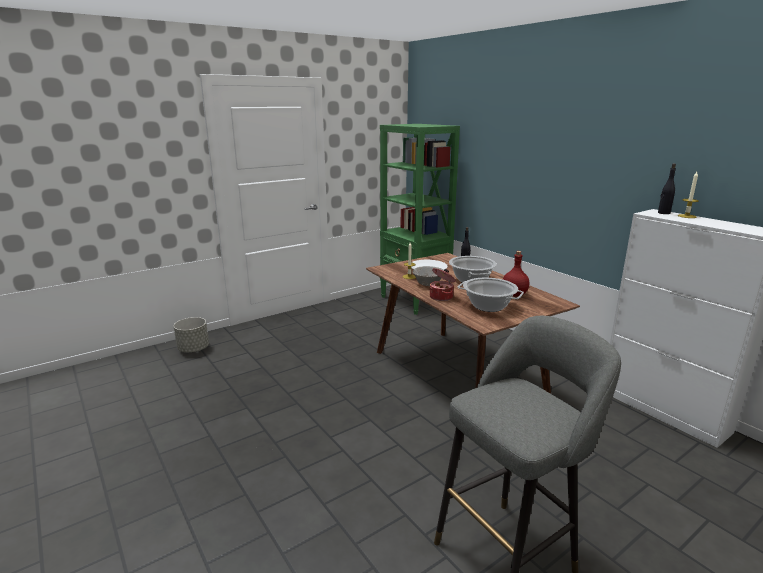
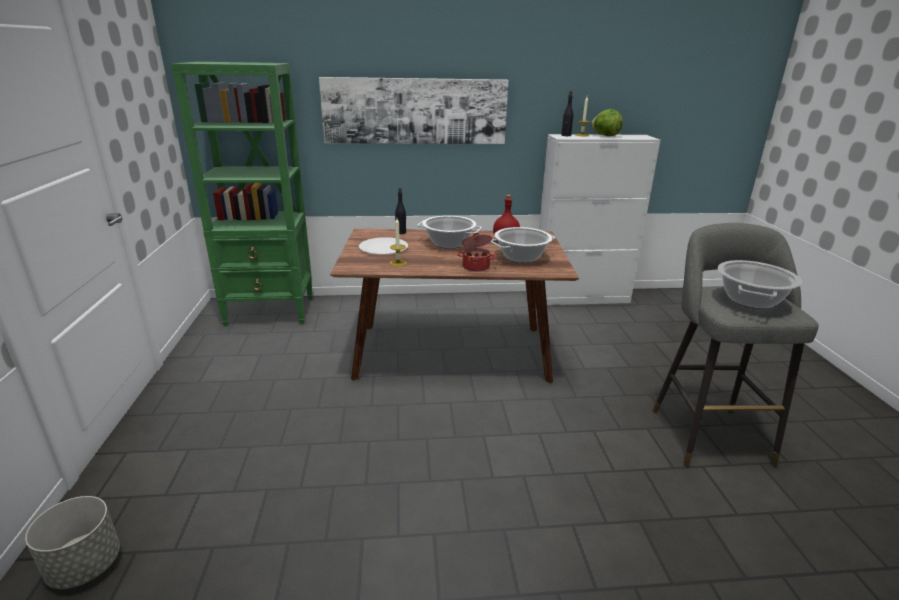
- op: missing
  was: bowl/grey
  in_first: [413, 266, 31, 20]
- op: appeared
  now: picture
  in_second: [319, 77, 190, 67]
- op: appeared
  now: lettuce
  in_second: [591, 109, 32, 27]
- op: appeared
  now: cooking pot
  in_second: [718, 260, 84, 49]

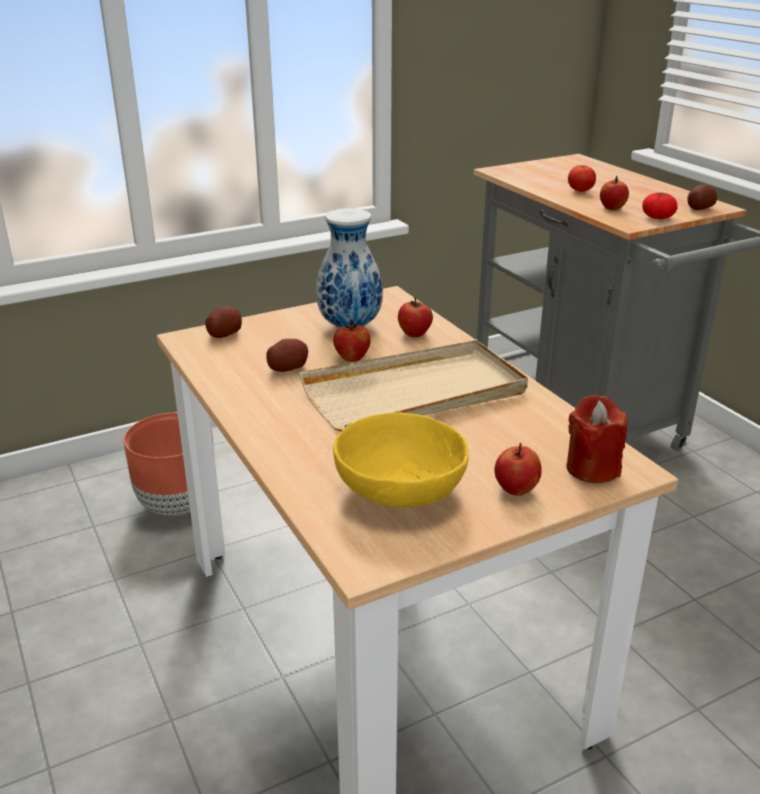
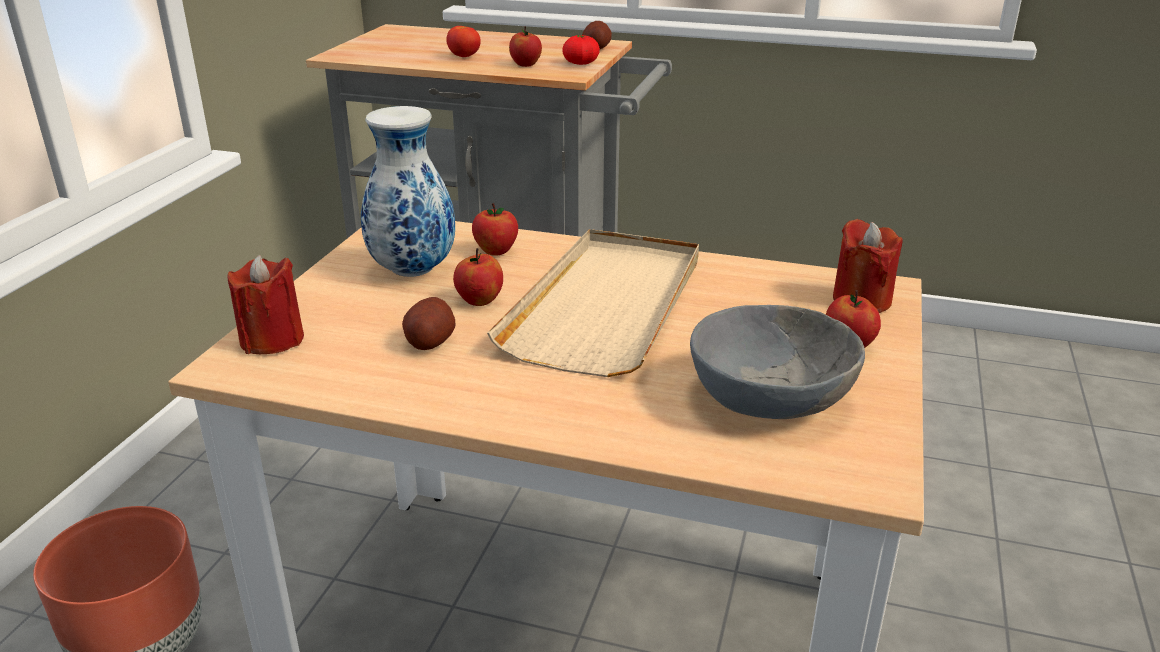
- op: exchanged
  was: potato
  now: candle/red
  in_first: [205, 306, 37, 32]
  in_second: [227, 255, 77, 99]
- op: colour
  was: bowl/yellow
  now: bowl/grey
  in_first: [333, 412, 136, 96]
  in_second: [690, 305, 175, 114]

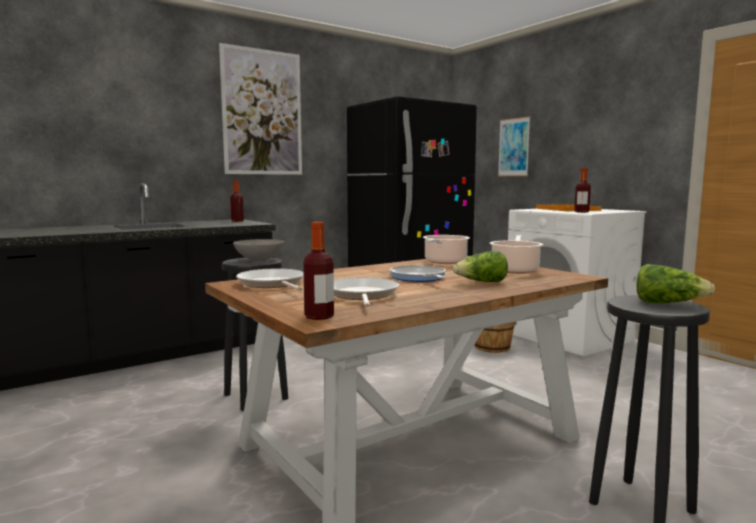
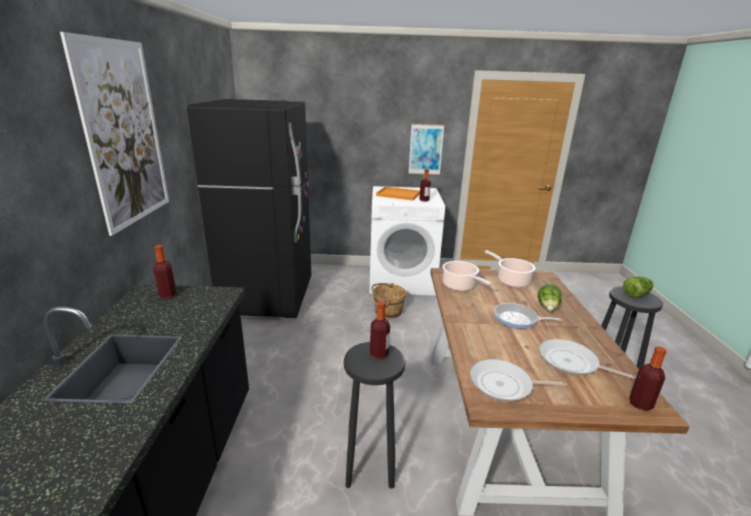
- op: relocated
  was: picture
  in_first: [498, 116, 32, 60]
  in_second: [408, 124, 36, 51]
- op: exchanged
  was: bowl/grey
  now: bottle
  in_first: [233, 239, 51, 23]
  in_second: [370, 301, 20, 58]

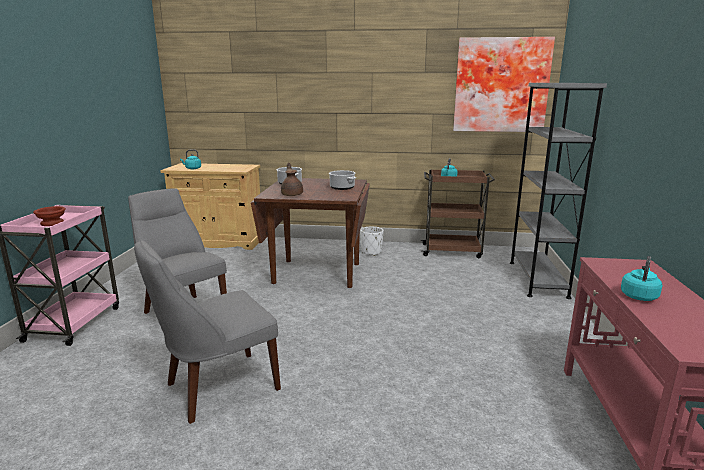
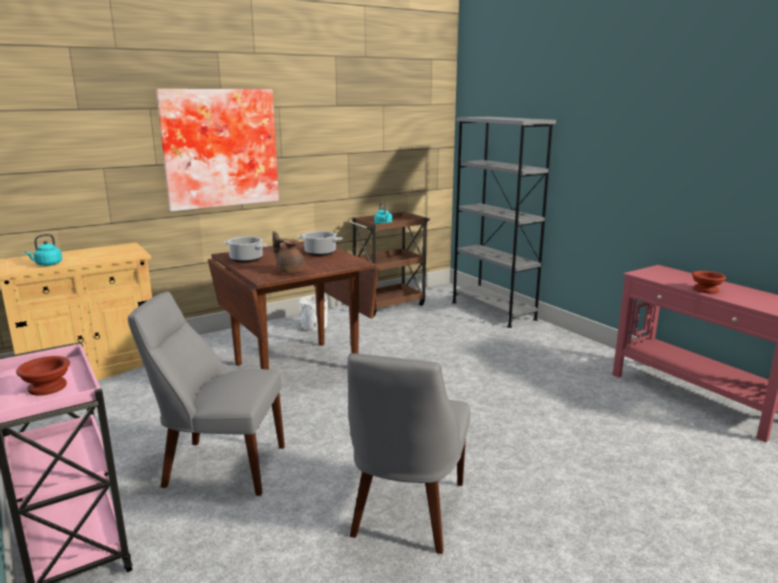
- op: relocated
  was: picture
  in_first: [453, 37, 102, 95]
  in_second: [156, 89, 123, 122]
- op: exchanged
  was: kettle/turquoise
  now: bowl/brown
  in_first: [621, 256, 41, 45]
  in_second: [692, 271, 34, 23]

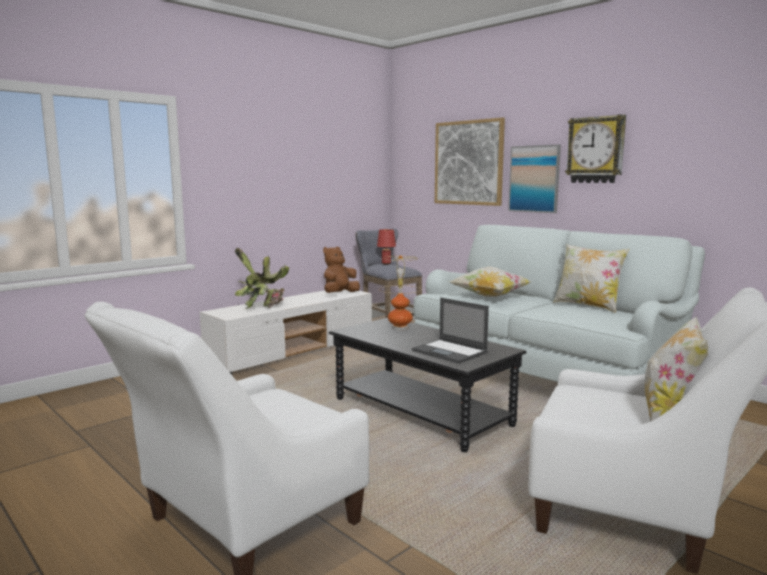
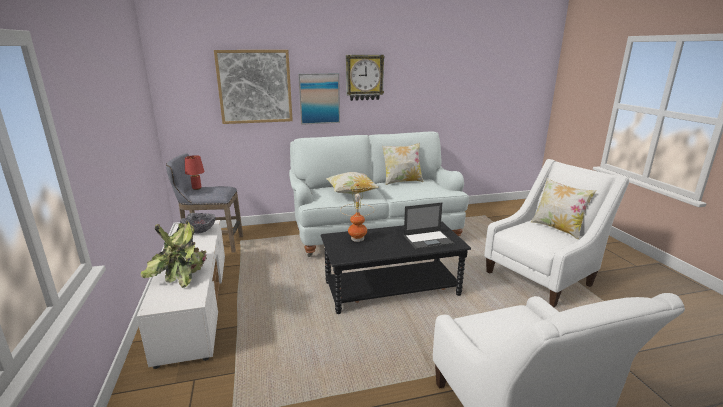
- op: exchanged
  was: plush toy/brown
  now: bowl
  in_first: [323, 247, 37, 46]
  in_second: [180, 213, 36, 20]

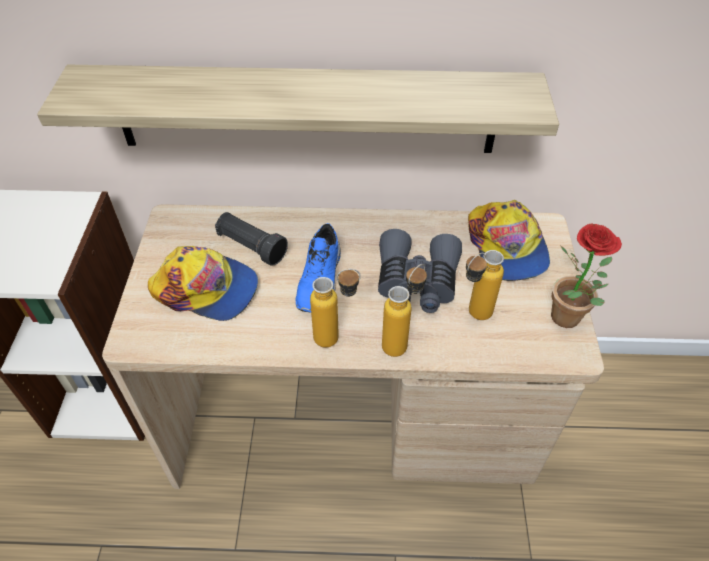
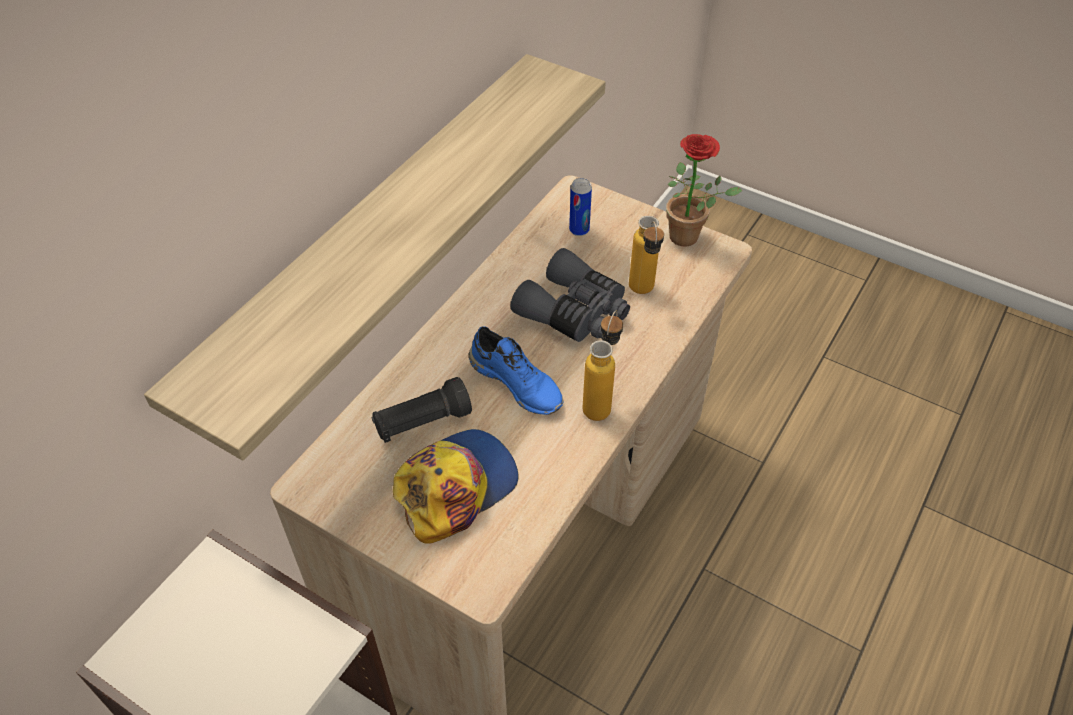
- op: exchanged
  was: cap
  now: can
  in_first: [468, 200, 82, 81]
  in_second: [569, 178, 23, 58]
- op: missing
  was: bottle
  in_first: [382, 264, 45, 93]

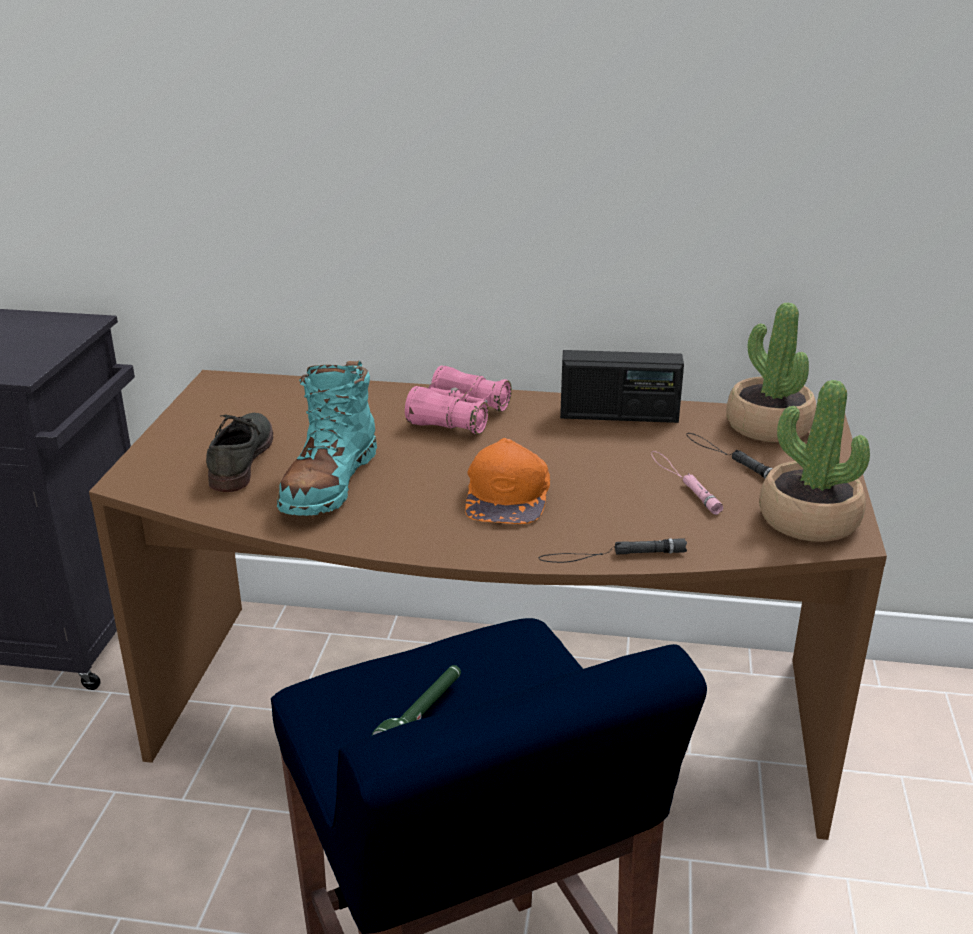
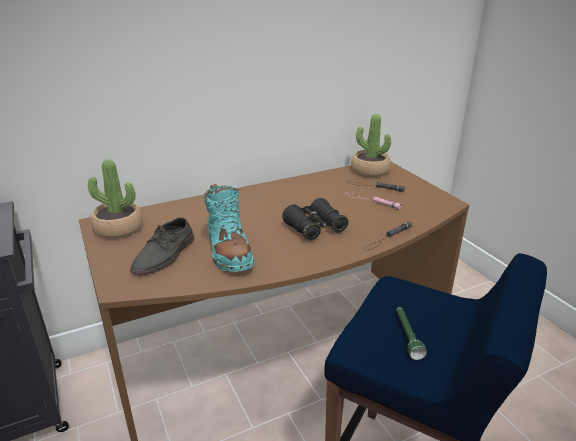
- op: missing
  was: radio
  in_first: [560, 350, 124, 73]
- op: missing
  was: binoculars/pink
  in_first: [405, 366, 107, 69]
- op: relocated
  was: potted plant
  in_first: [759, 380, 111, 162]
  in_second: [88, 159, 55, 80]
- op: spun
  was: shoe/grey
  in_first: [206, 413, 67, 79]
  in_second: [130, 217, 64, 58]
  clockwise: -120
- op: exchanged
  was: cap/orange
  now: binoculars/black
  in_first: [465, 438, 85, 86]
  in_second: [282, 198, 67, 43]

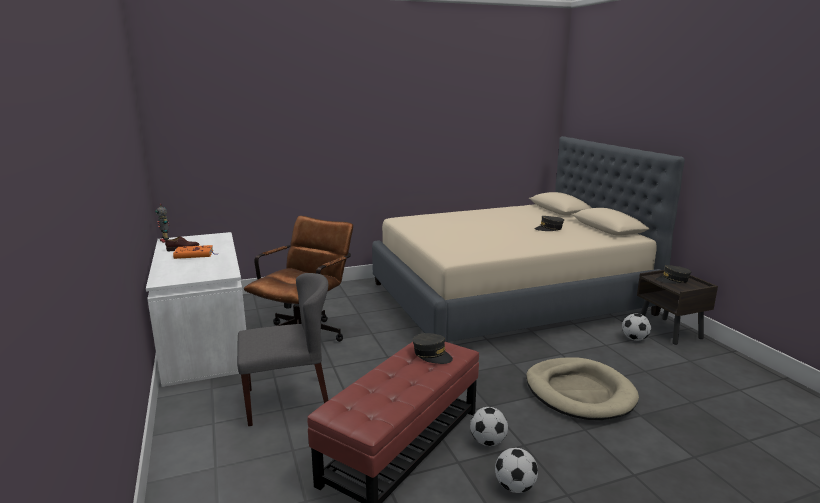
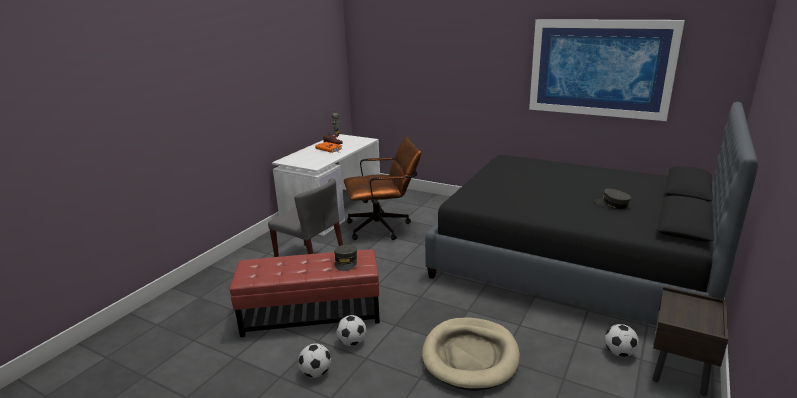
- op: colour
  was: bed/beige
  now: bed/black
  in_first: [372, 136, 313, 206]
  in_second: [425, 102, 333, 223]
- op: missing
  was: cap/grey
  in_first: [656, 265, 35, 19]
- op: appeared
  now: picture
  in_second: [529, 19, 156, 102]

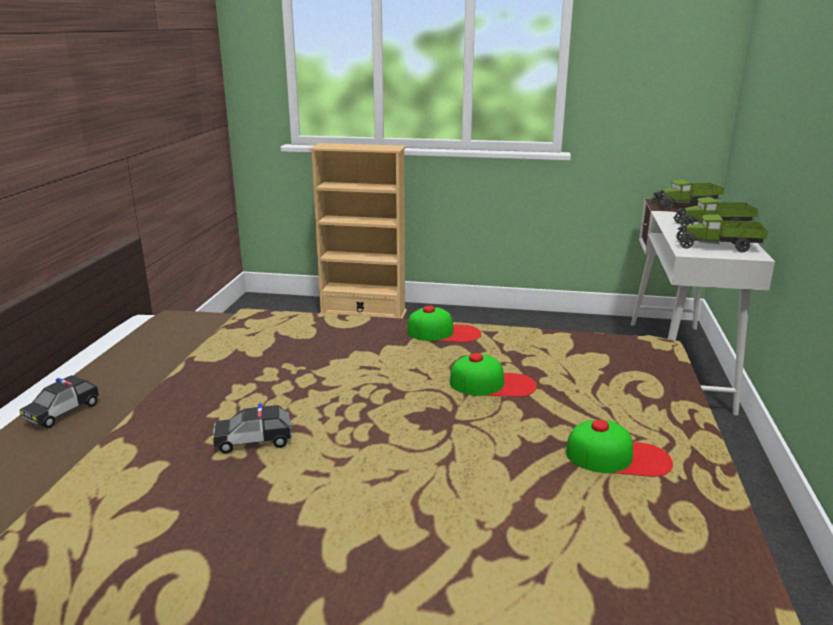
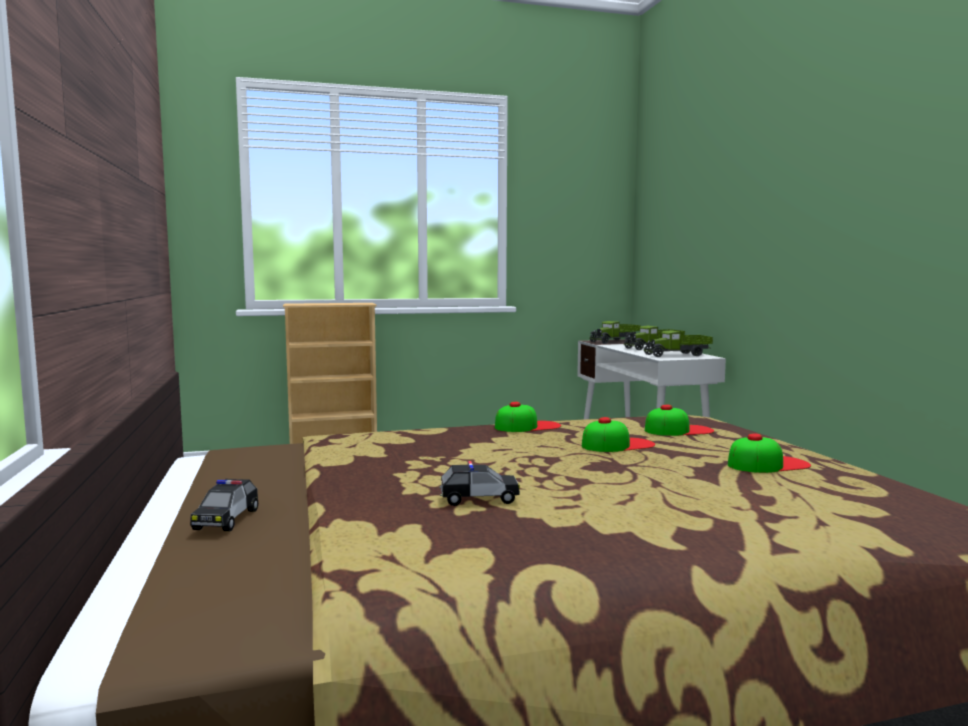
- op: spun
  was: toy car
  in_first: [212, 403, 81, 51]
  in_second: [439, 461, 81, 45]
  clockwise: -150
- op: appeared
  now: cap
  in_second: [645, 404, 69, 32]

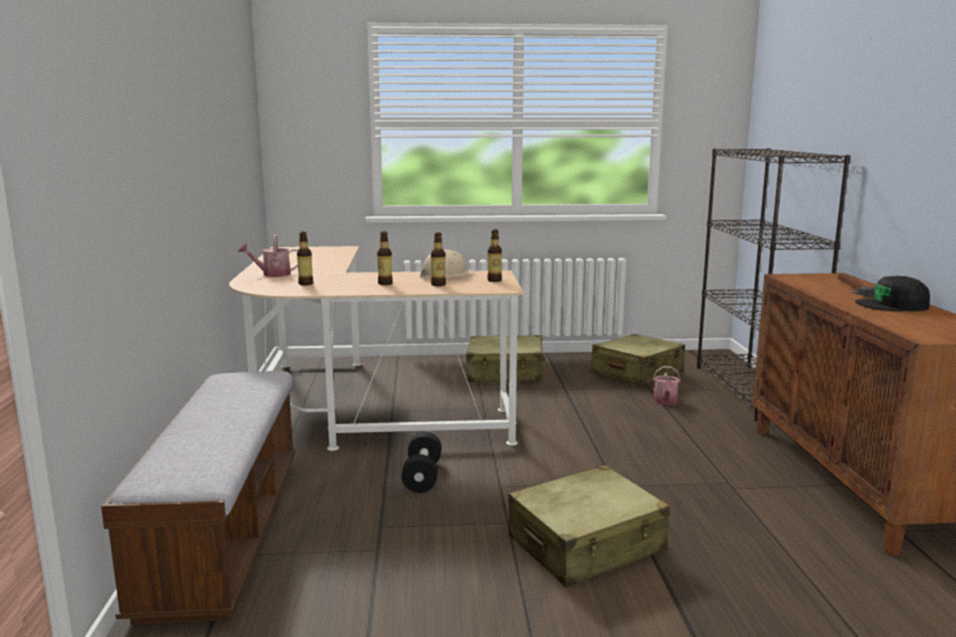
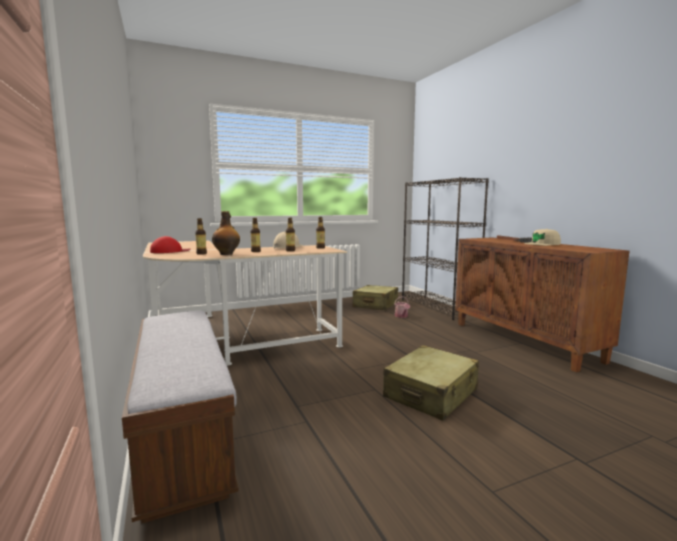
- op: exchanged
  was: watering can
  now: cap/red
  in_first: [238, 235, 61, 42]
  in_second: [150, 236, 41, 17]
- op: colour
  was: cap/black
  now: cap/beige
  in_first: [855, 276, 75, 35]
  in_second: [524, 229, 37, 17]
- op: missing
  was: suitcase/beige
  in_first: [466, 335, 82, 47]
- op: missing
  was: dumbbell/black
  in_first: [401, 432, 40, 61]
- op: appeared
  now: bottle
  in_second: [212, 211, 28, 44]

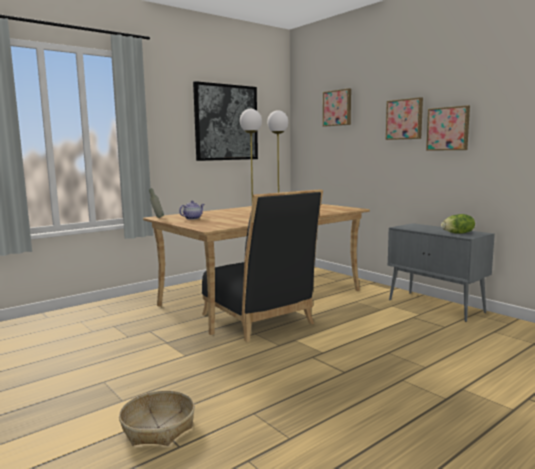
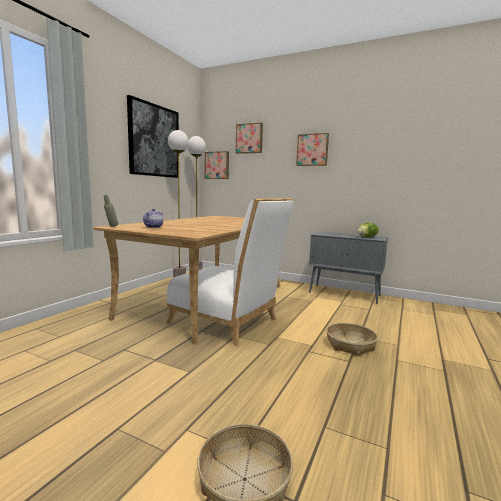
- op: relocated
  was: picture
  in_first: [426, 105, 44, 46]
  in_second: [205, 151, 24, 28]
- op: colour
  was: chair/black
  now: chair/white
  in_first: [202, 189, 121, 153]
  in_second: [166, 198, 128, 148]
- op: appeared
  now: basket
  in_second: [326, 323, 52, 33]

